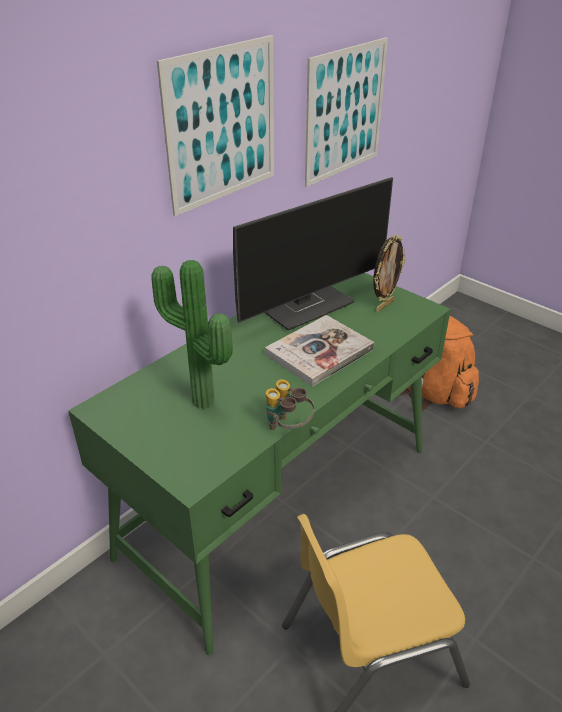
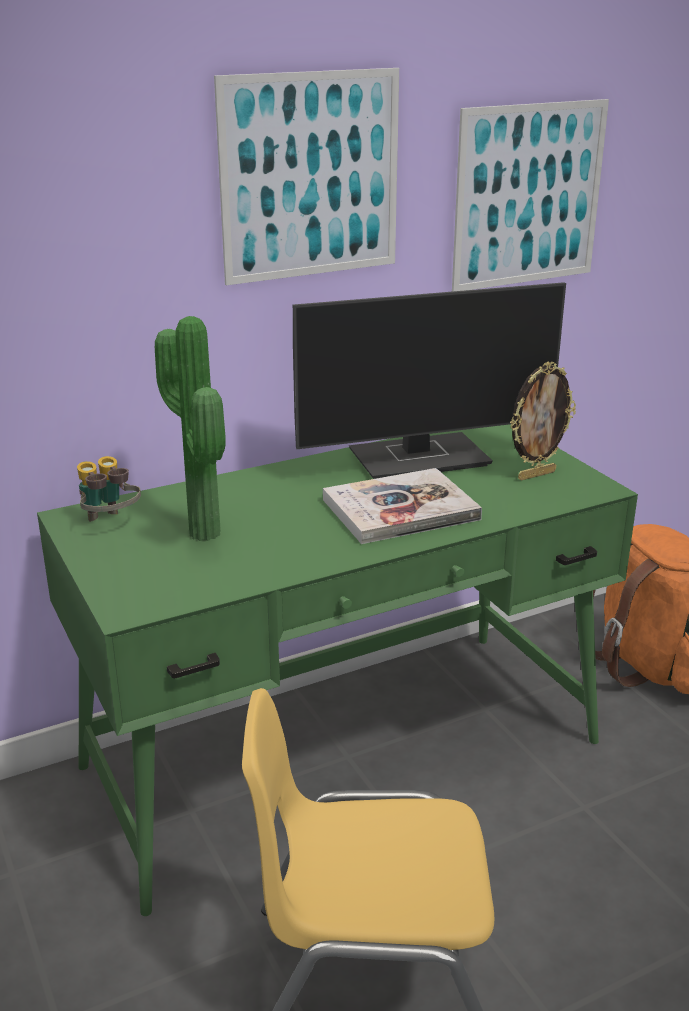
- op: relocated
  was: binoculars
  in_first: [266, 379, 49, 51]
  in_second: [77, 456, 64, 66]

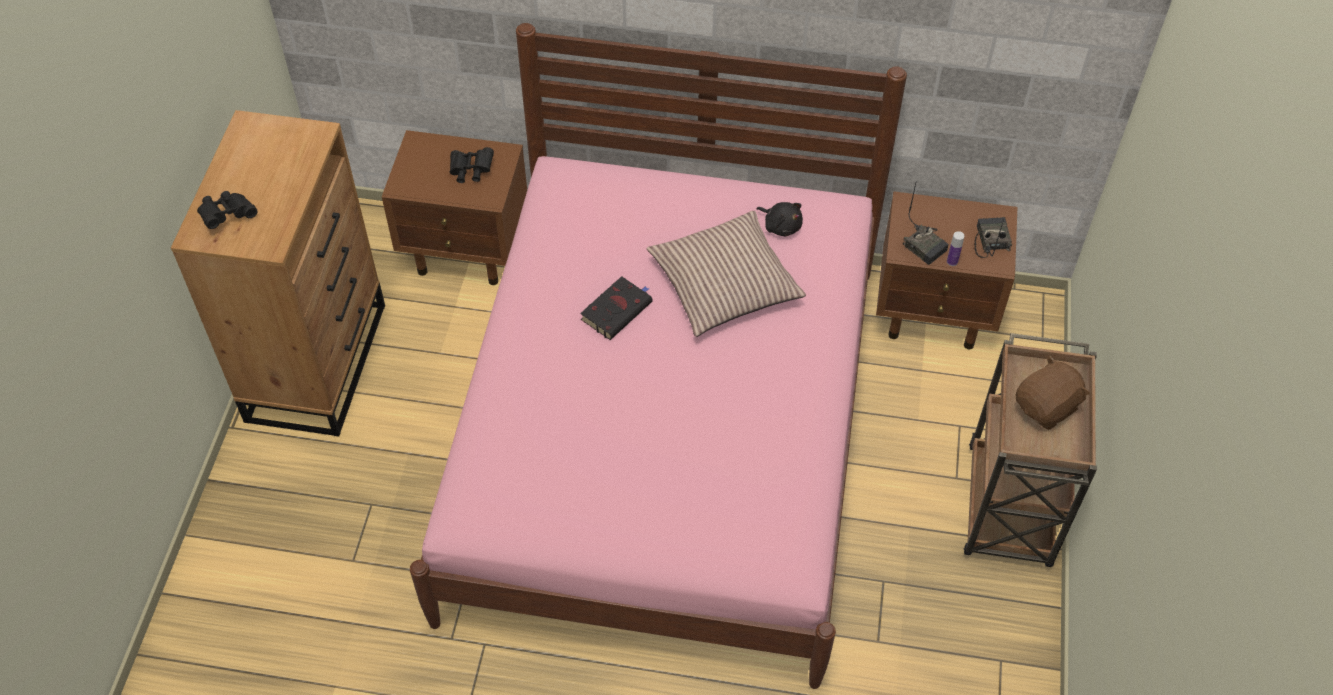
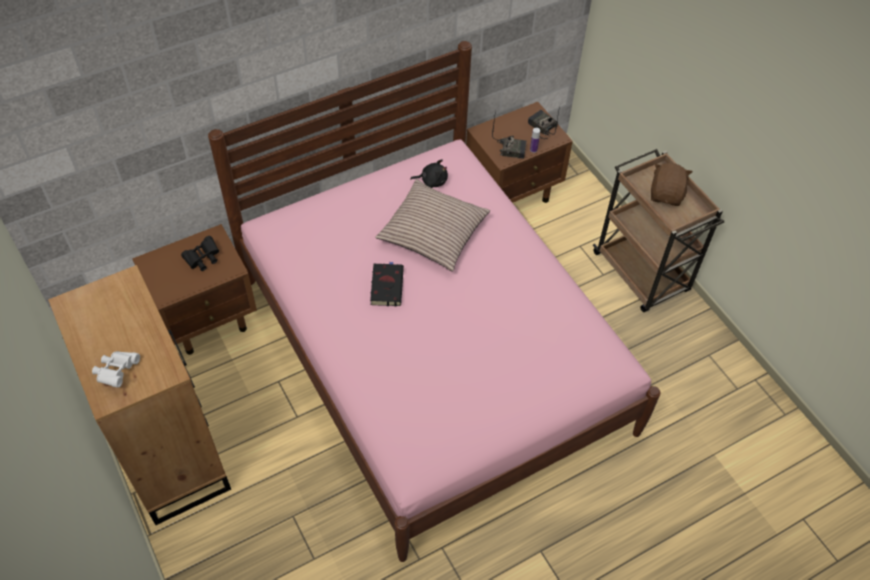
- op: colour
  was: binoculars/black
  now: binoculars/white
  in_first: [197, 191, 60, 38]
  in_second: [92, 351, 48, 37]

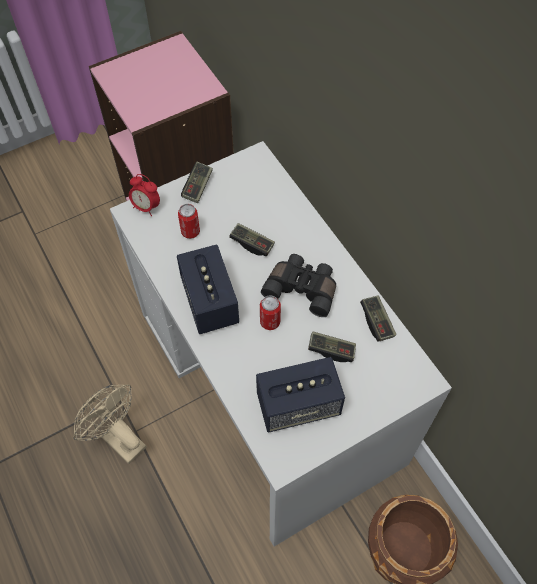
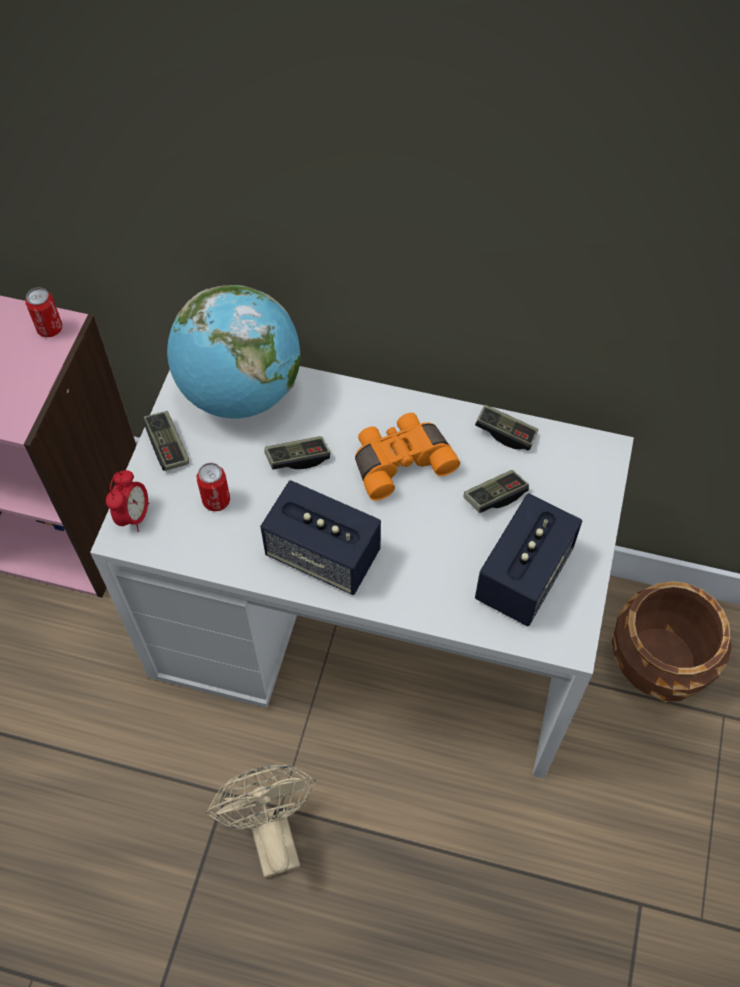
- op: spun
  was: alarm clock
  in_first: [129, 174, 31, 42]
  in_second: [106, 470, 44, 62]
  clockwise: -60
- op: colour
  was: binoculars/black
  now: binoculars/orange
  in_first: [261, 254, 75, 63]
  in_second: [355, 413, 105, 88]
- op: relocated
  was: can
  in_first: [260, 295, 21, 35]
  in_second: [25, 287, 37, 50]
- op: spun
  was: fan/beige
  in_first: [73, 385, 74, 79]
  in_second: [206, 765, 110, 113]
  clockwise: 75
- op: appeared
  now: globe
  in_second: [167, 285, 134, 133]

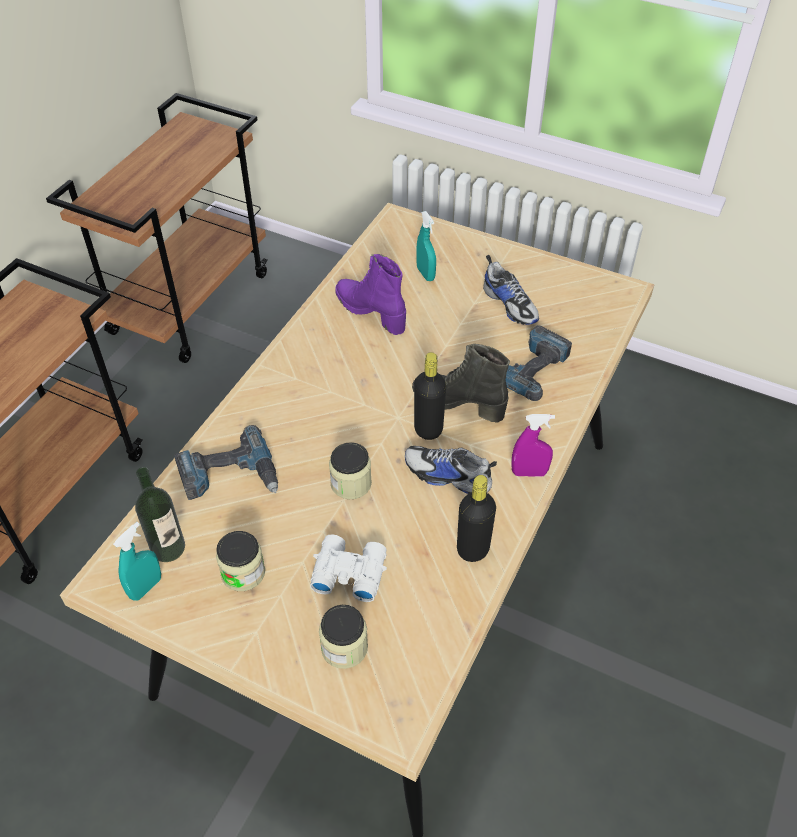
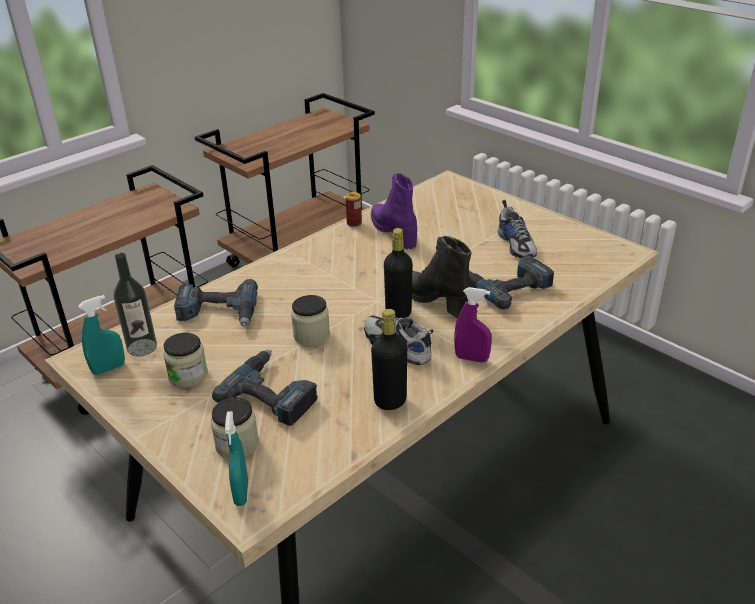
- op: relocated
  was: spray bottle/turquoise
  in_first: [416, 211, 20, 70]
  in_second: [225, 411, 23, 95]
- op: exchanged
  was: binoculars/white
  now: power drill
  in_first: [310, 535, 77, 67]
  in_second: [212, 350, 106, 76]
- op: appeared
  now: can
  in_second: [346, 192, 16, 35]

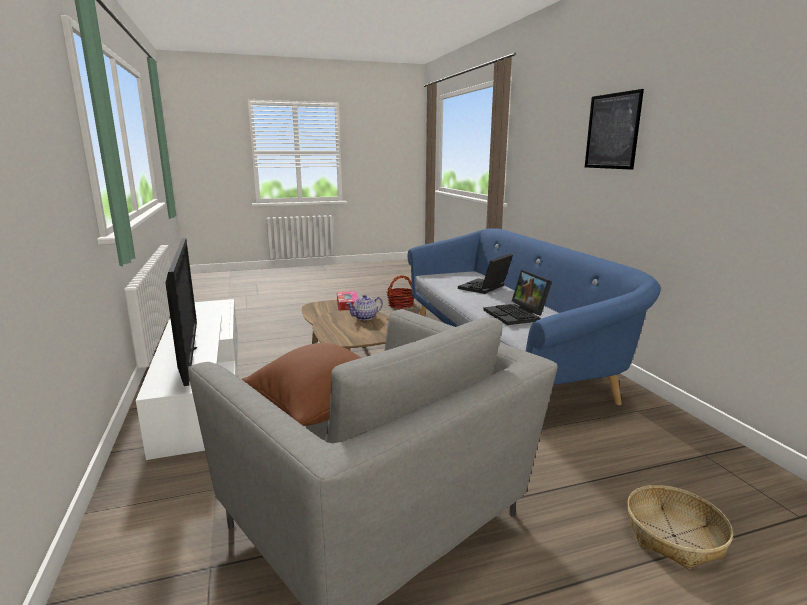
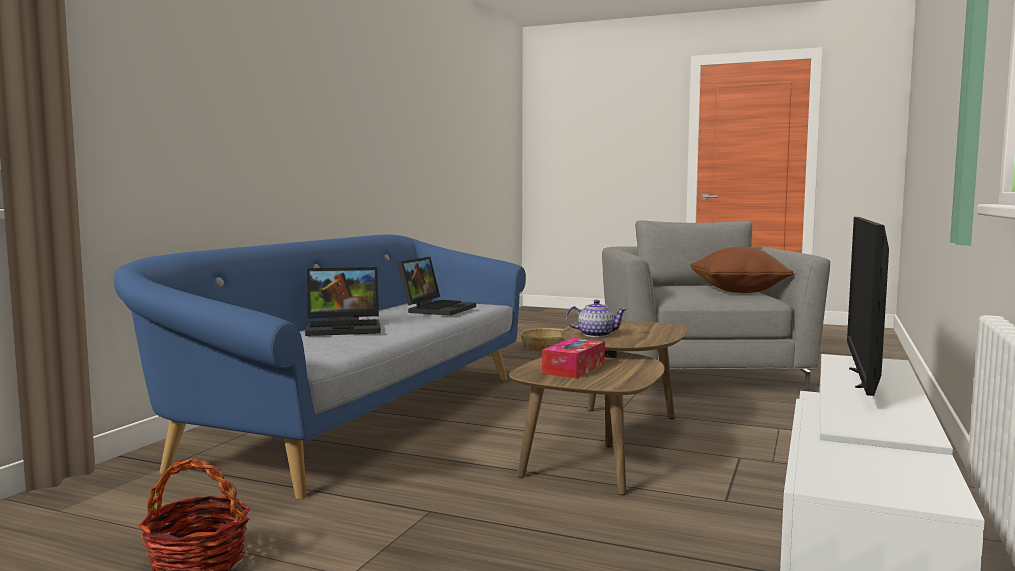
- op: missing
  was: picture
  in_first: [585, 89, 59, 81]

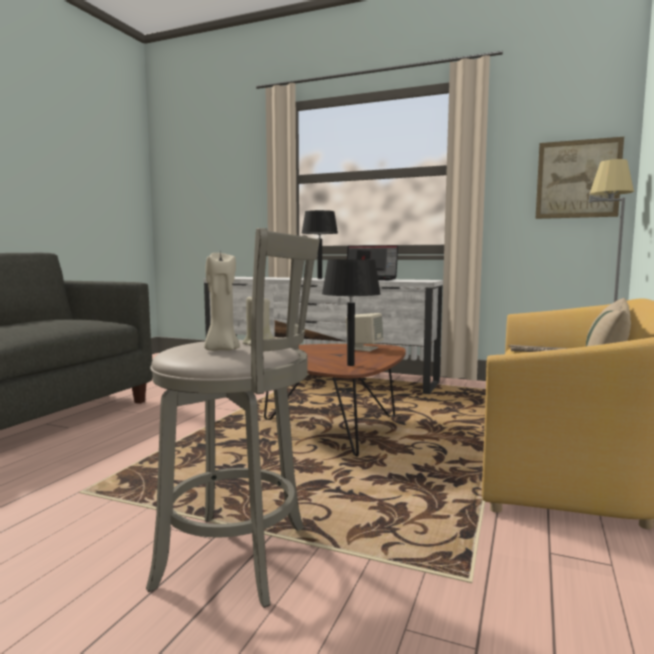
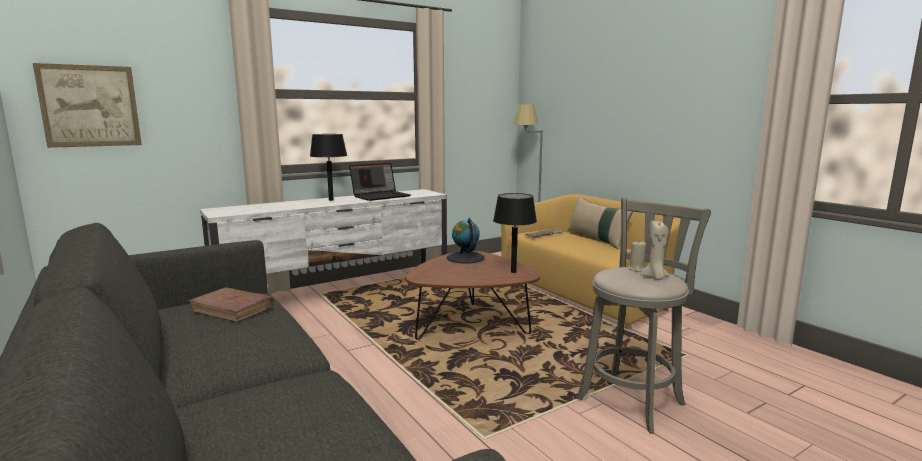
- op: relocated
  was: picture
  in_first: [535, 137, 89, 82]
  in_second: [33, 63, 109, 85]
- op: exchanged
  was: speaker/beige
  now: globe
  in_first: [346, 313, 37, 39]
  in_second: [447, 218, 38, 46]
- op: appeared
  now: book/brown
  in_second: [188, 287, 85, 35]

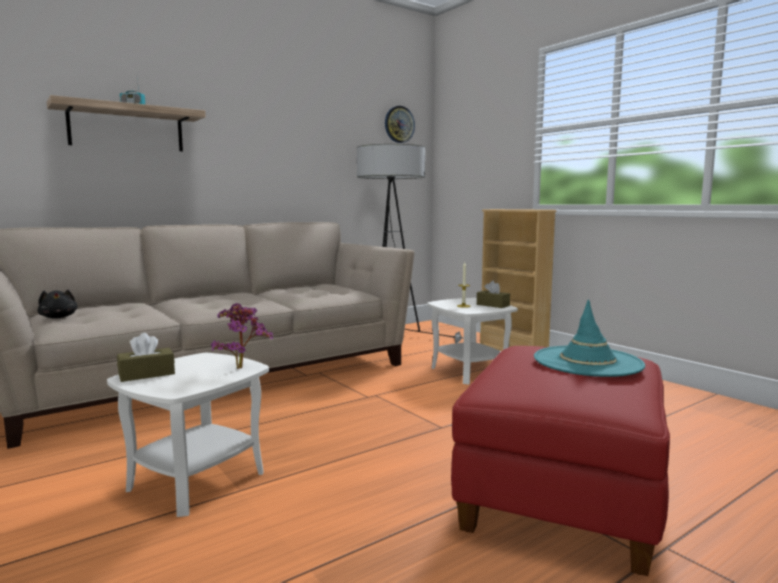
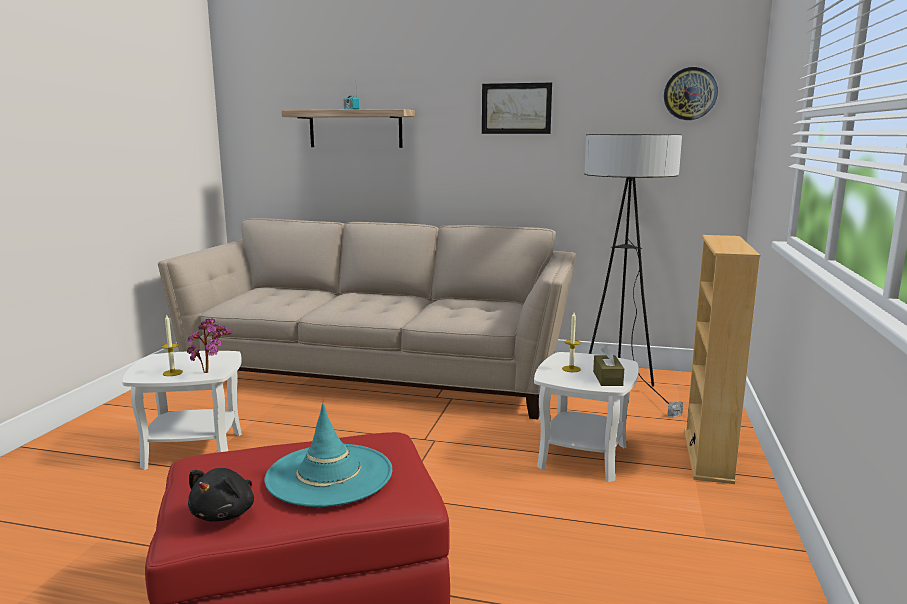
- op: relocated
  was: plush toy/black
  in_first: [37, 289, 40, 29]
  in_second: [188, 468, 66, 54]
- op: missing
  was: tissue box/brown
  in_first: [117, 333, 58, 49]
- op: appeared
  now: picture
  in_second: [482, 83, 70, 51]
- op: appeared
  now: candle
  in_second: [161, 314, 22, 62]

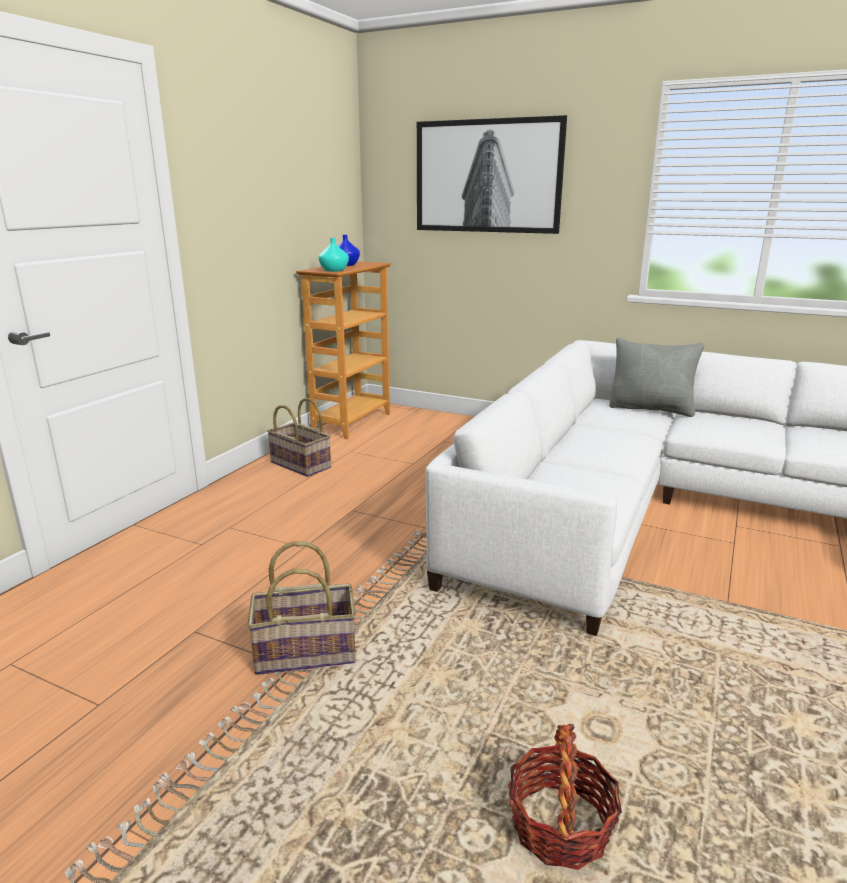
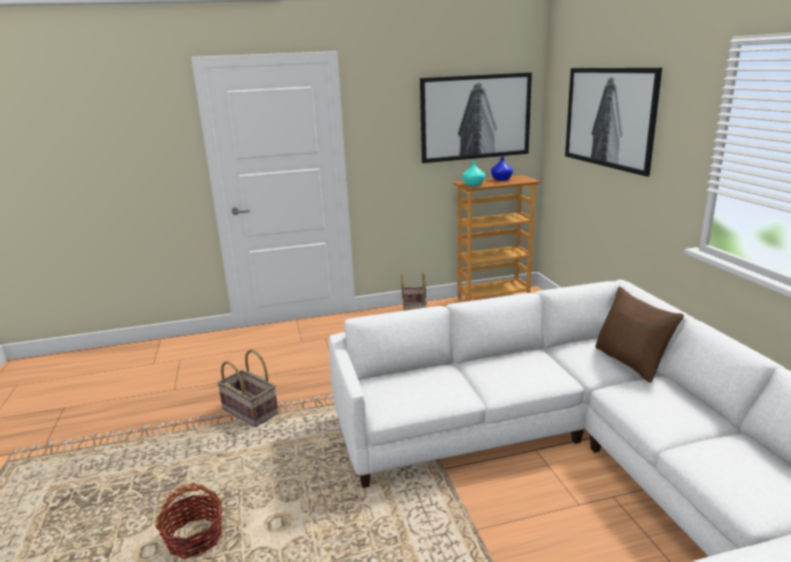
- op: colour
  was: pillow/grey
  now: pillow/brown
  in_first: [609, 338, 96, 79]
  in_second: [595, 286, 89, 97]
- op: appeared
  now: picture
  in_second: [420, 72, 112, 91]

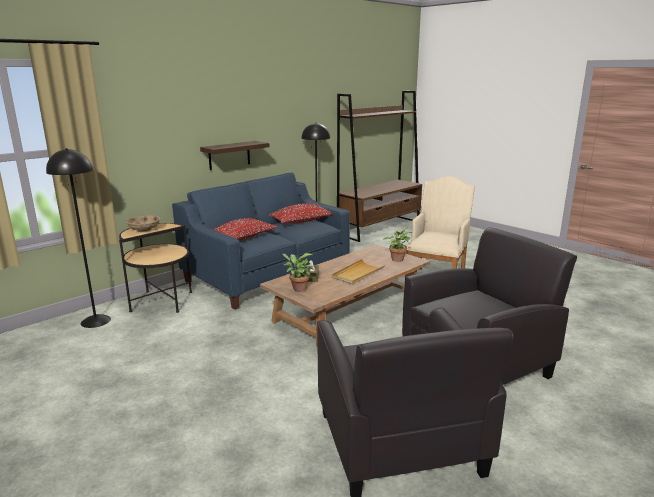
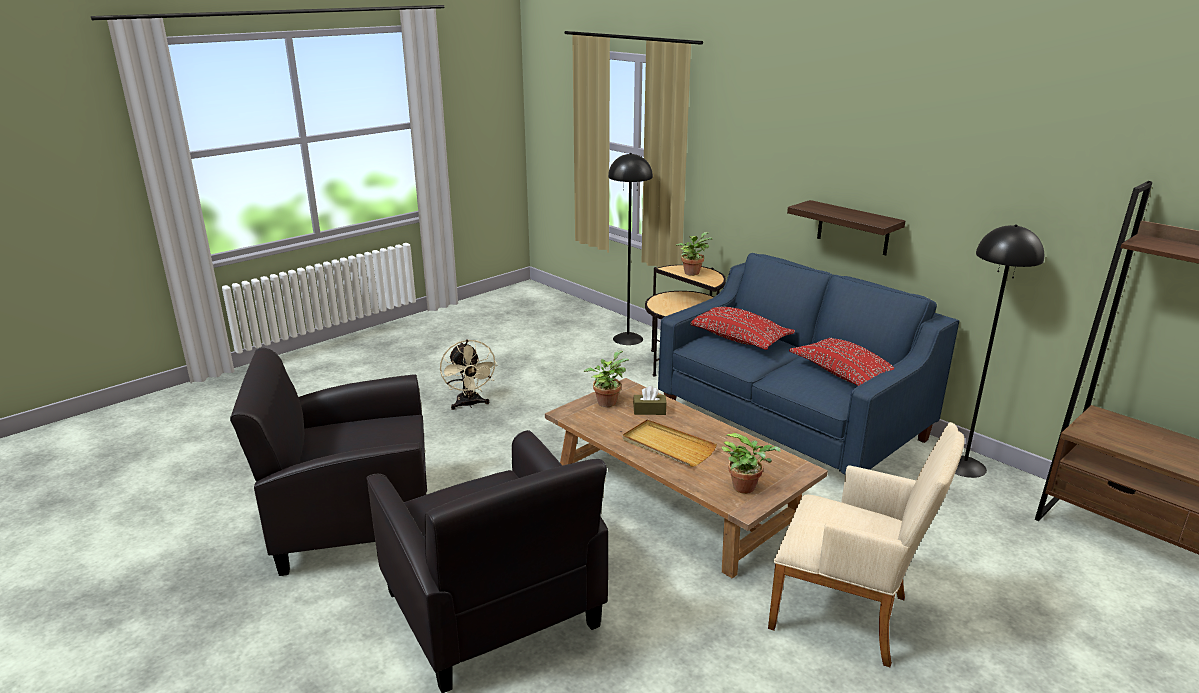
- op: exchanged
  was: bowl/beige
  now: potted plant
  in_first: [125, 215, 36, 17]
  in_second: [676, 232, 36, 44]
- op: appeared
  now: fan/beige
  in_second: [440, 339, 57, 71]

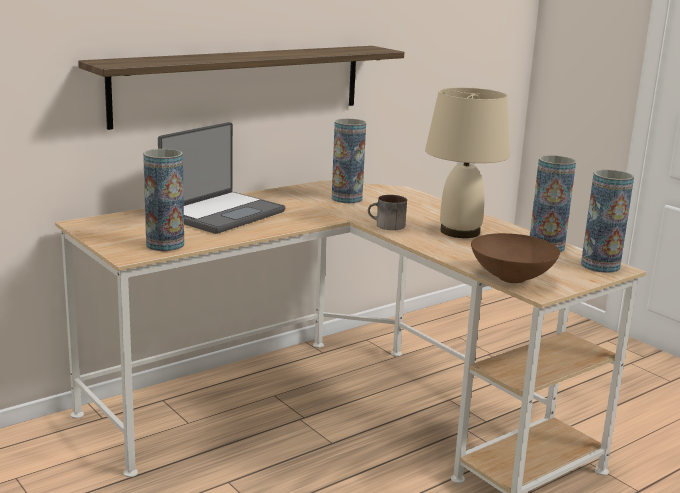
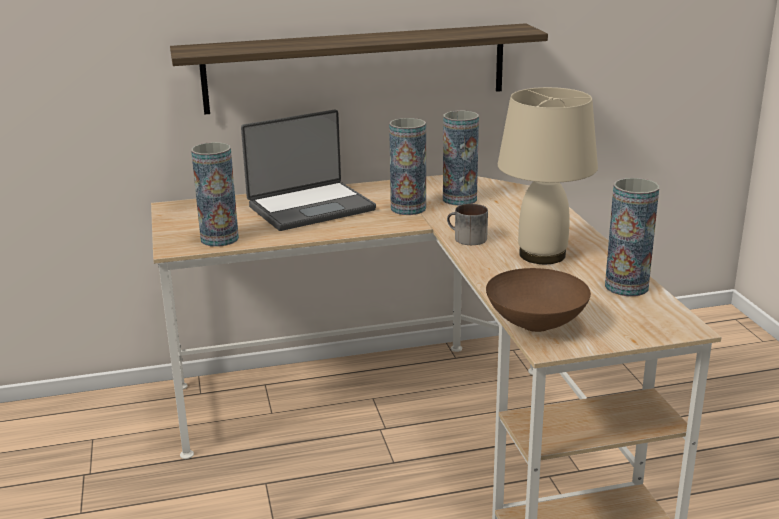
- op: relocated
  was: vase
  in_first: [581, 170, 53, 103]
  in_second: [389, 118, 37, 97]

